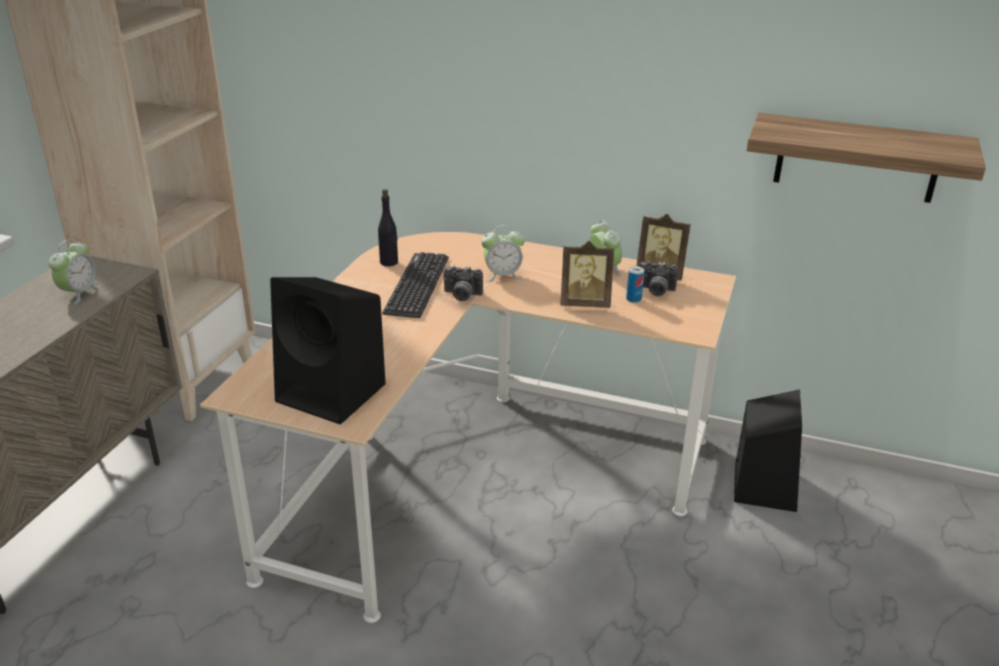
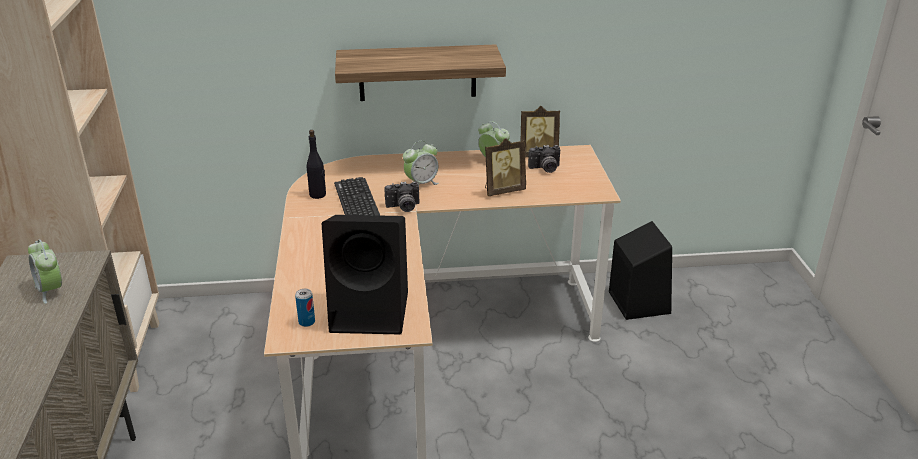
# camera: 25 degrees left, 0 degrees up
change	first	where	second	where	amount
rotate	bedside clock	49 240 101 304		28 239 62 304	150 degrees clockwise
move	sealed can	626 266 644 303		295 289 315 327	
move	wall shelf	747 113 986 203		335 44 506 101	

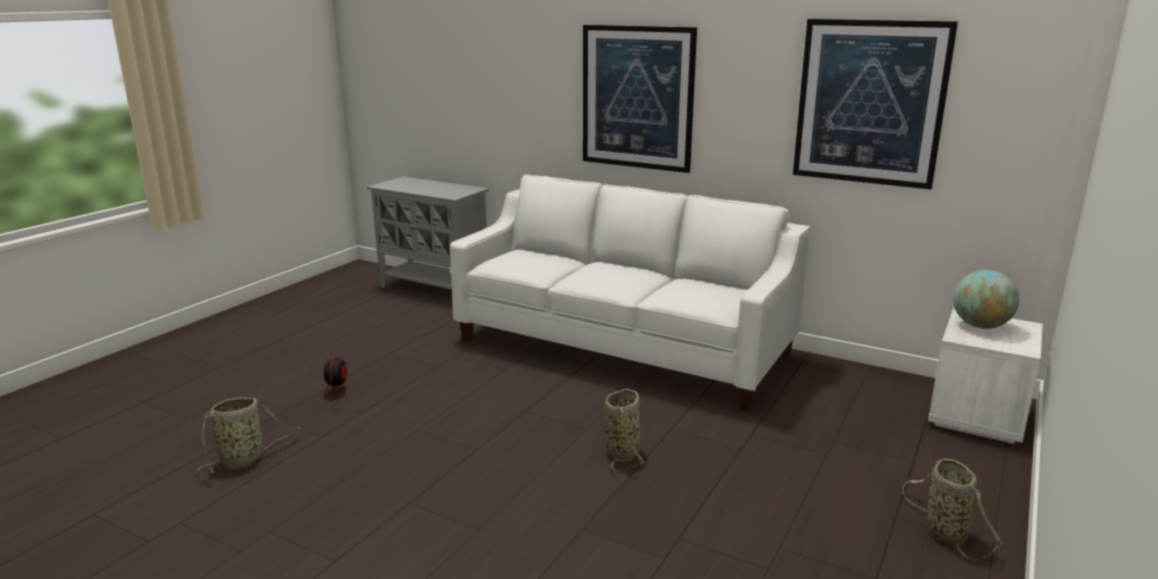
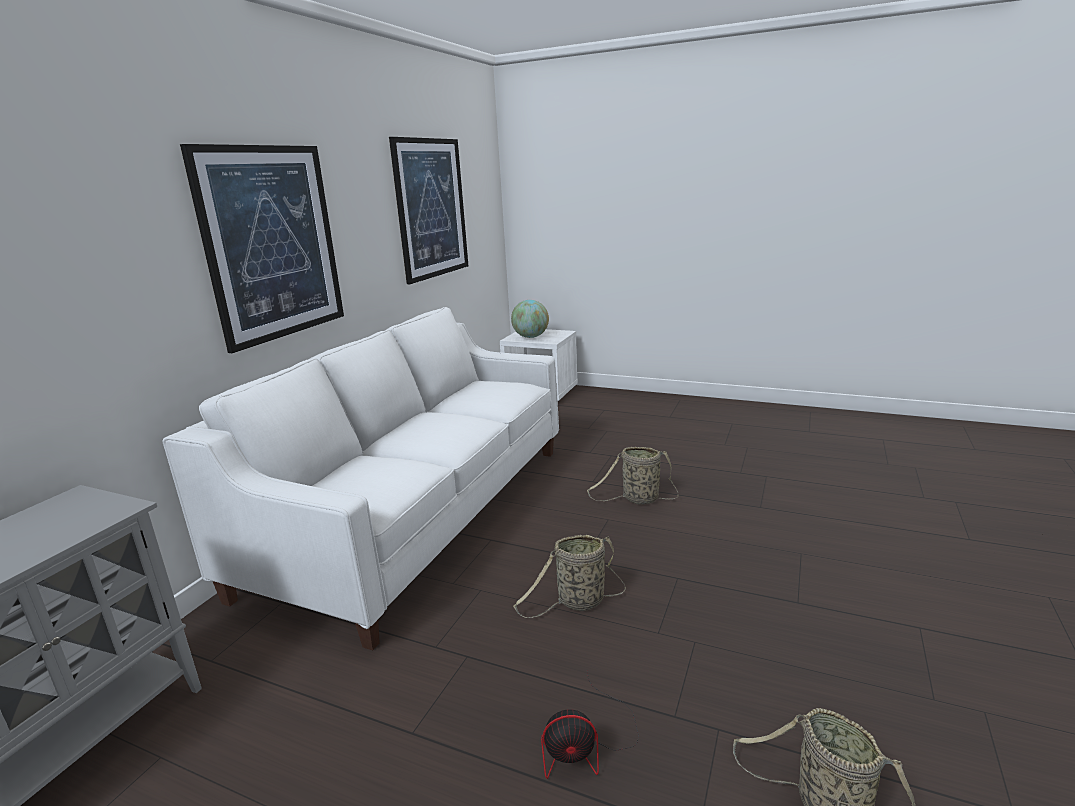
# camera: 95 degrees left, 0 degrees up
change	first	where	second	where	amount
move	basket	902 458 1002 560		513 535 626 618	

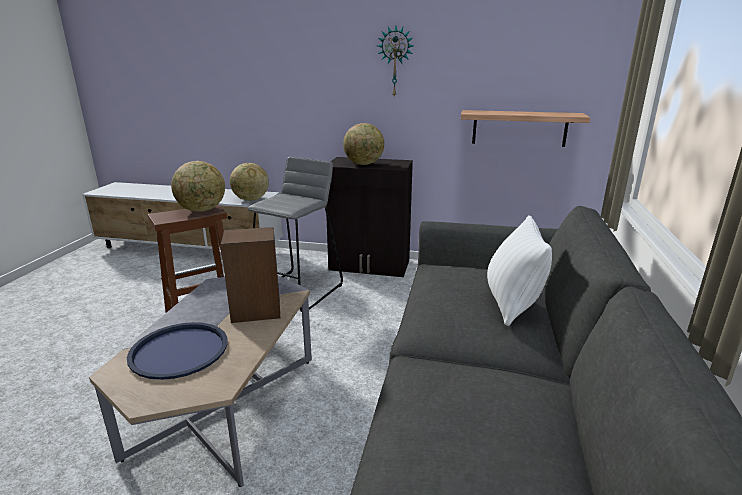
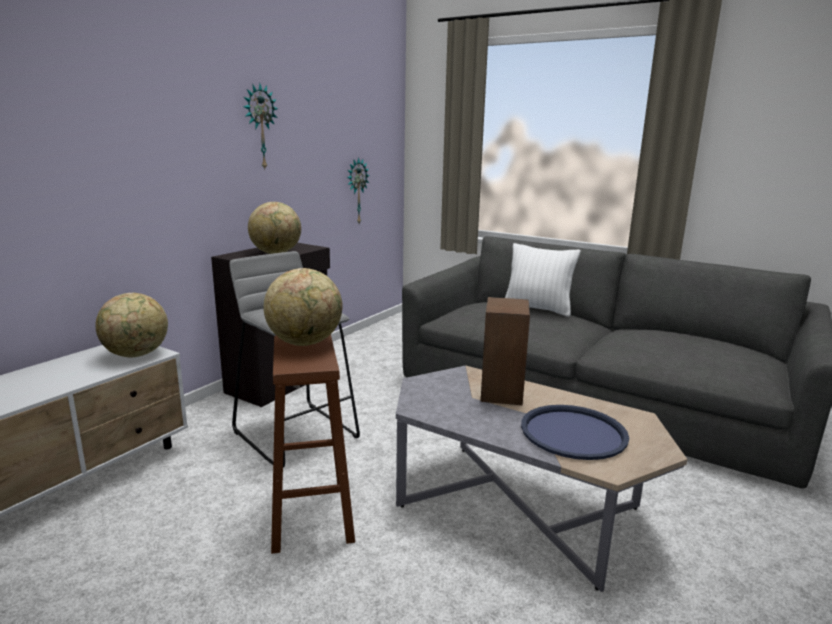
# camera: 70 degrees left, 5 degrees down
change	first	where	second	where	amount
replace	wall shelf	461 110 590 147	clock on the wall	347 157 370 223	

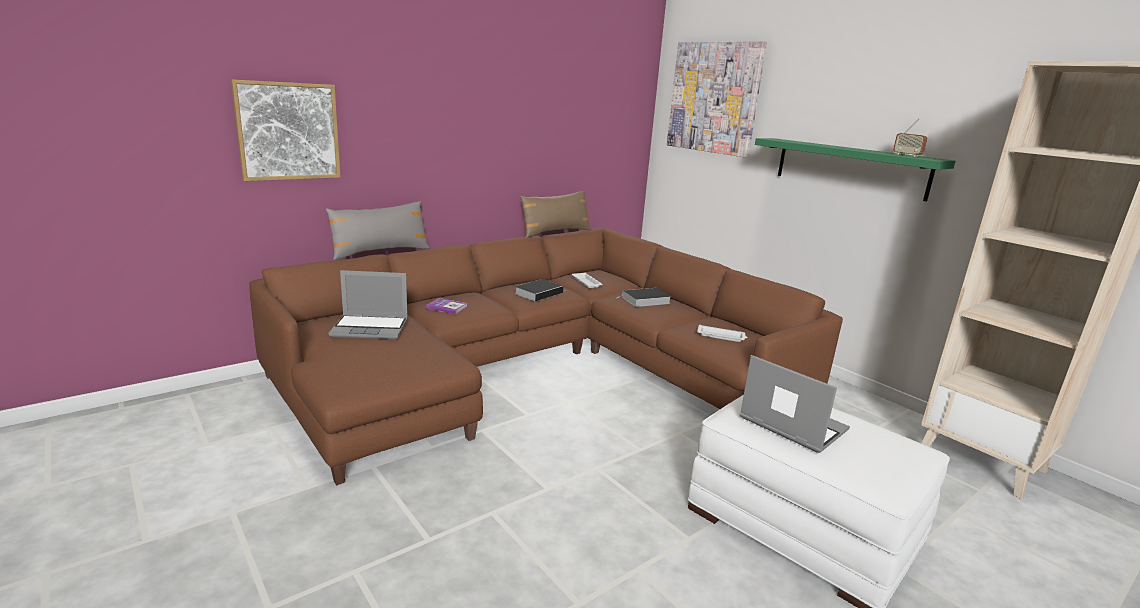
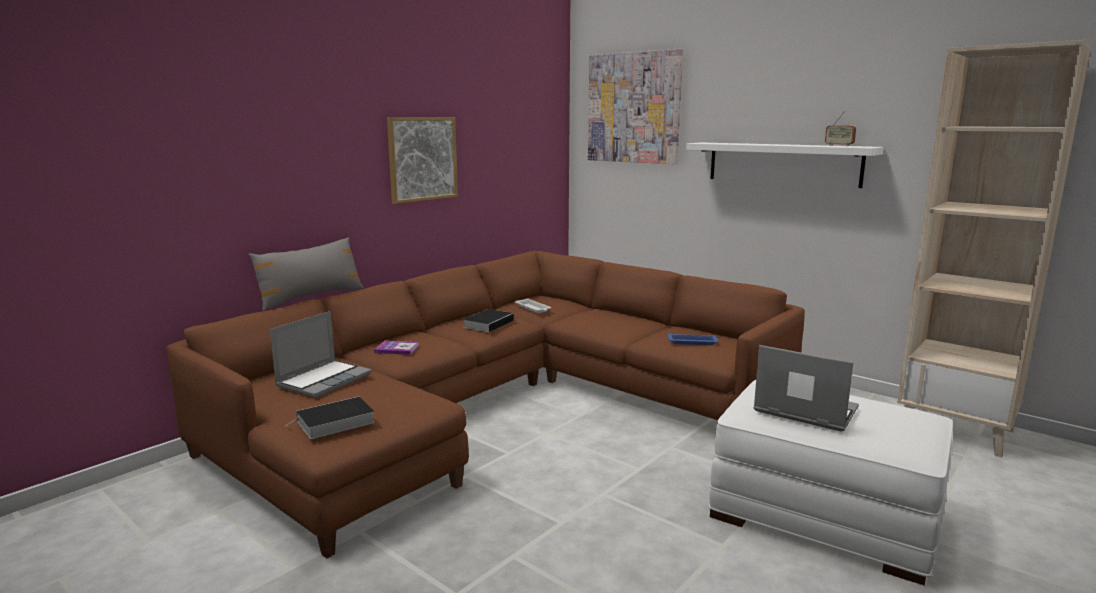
# camera: 10 degrees left, 5 degrees down
change	first	where	second	where	amount
move	wall art	231 79 341 181		387 117 458 204	
rotate	notebook computer	329 270 408 339		270 311 372 398	45 degrees counterclockwise
delete	pillow in brown-coloured	520 190 591 238			
move	volume	616 288 672 307		285 397 375 439	
recolor	serving tray in white	697 325 747 342	serving tray in blue	668 333 719 345	
recolor	wall shelf in green-coloured	755 138 956 202	wall shelf in white	686 142 884 188	

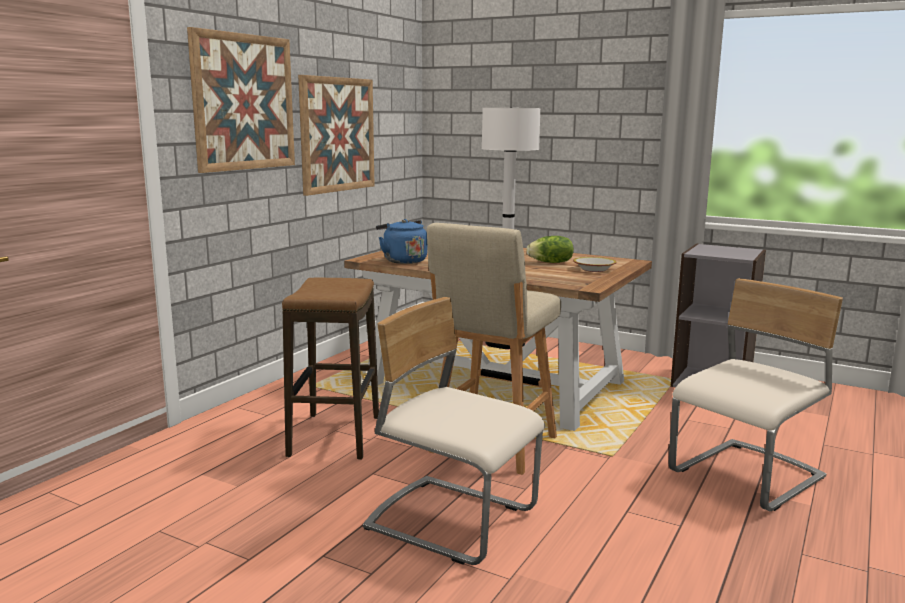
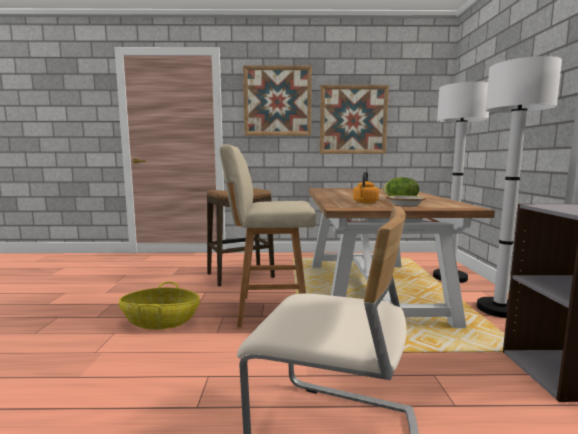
# camera: 60 degrees right, 5 degrees down
change	first	where	second	where	amount
replace	chair in beige-coloured	363 297 545 565	basket	119 281 200 330	
delete	tea kettle in blue	376 219 427 264			
insert			tea kettle in orange	353 171 379 203	
insert			standard lamp in white	476 56 562 318	

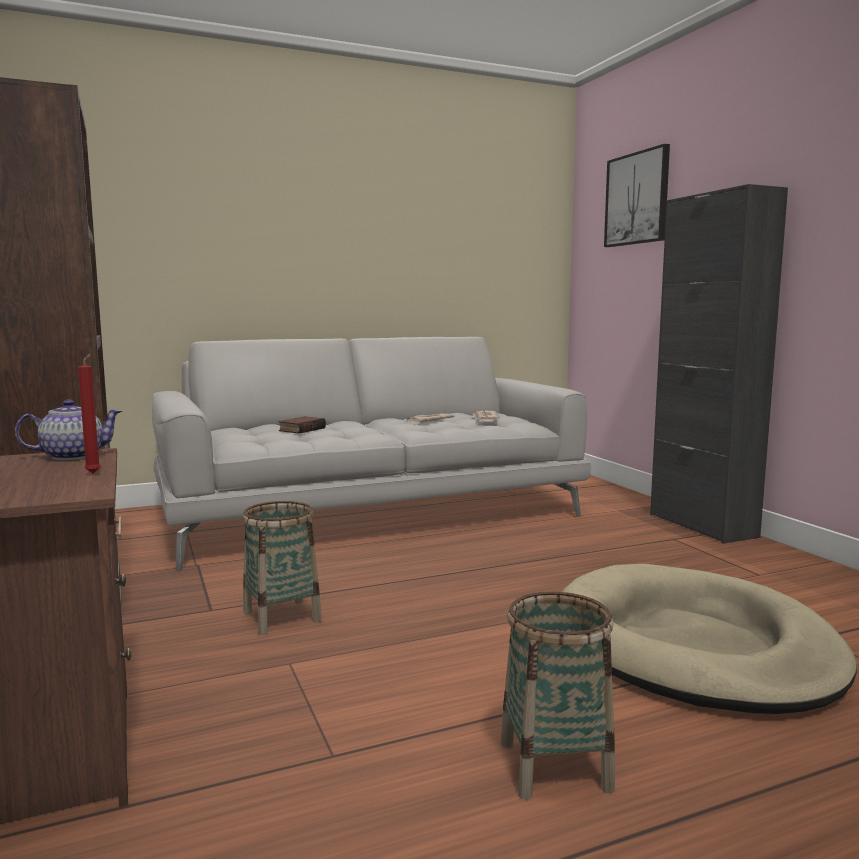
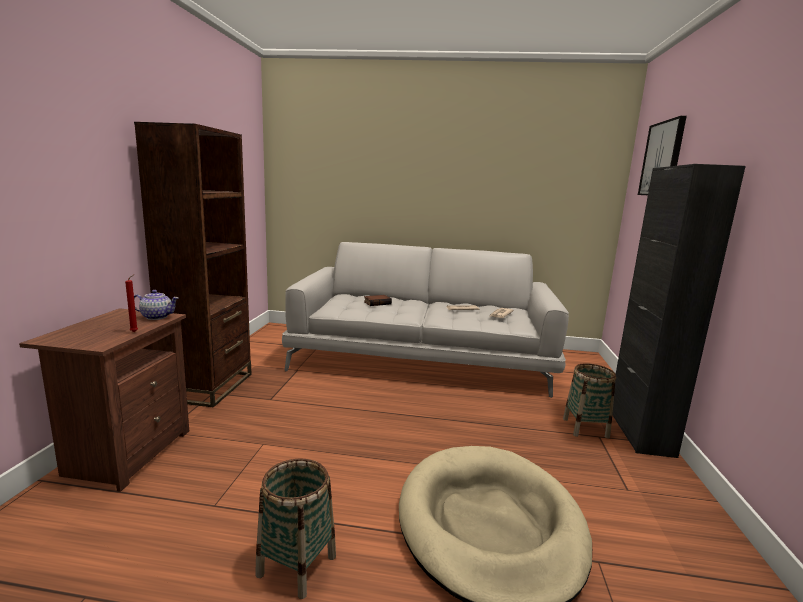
# camera: 30 degrees right, 5 degrees up
change	first	where	second	where	amount
move	basket	242 501 322 635		563 363 616 438	

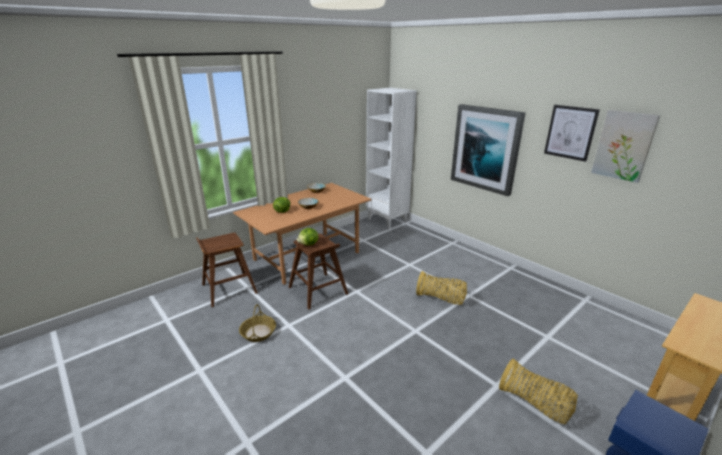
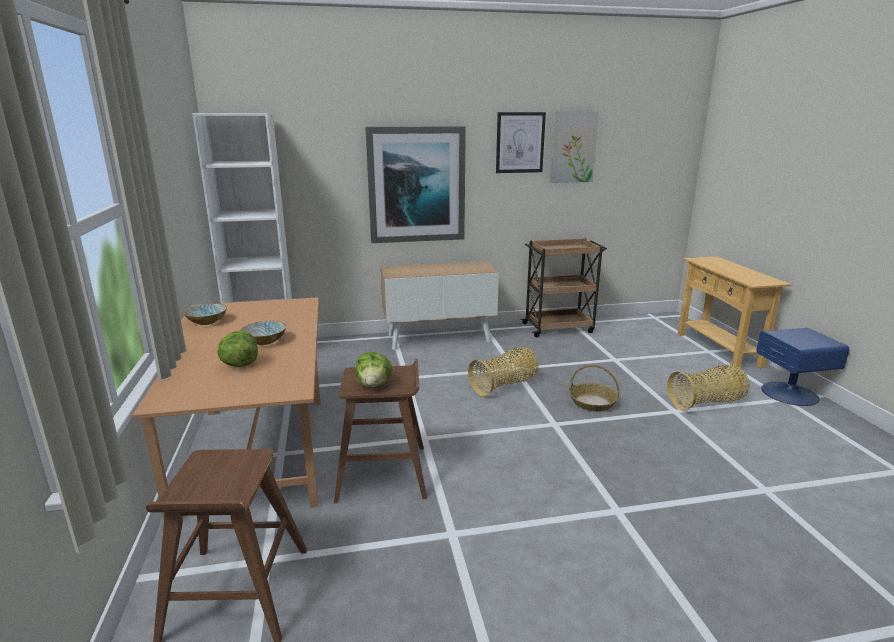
# camera: 60 degrees left, 5 degrees down
change	first	where	second	where	amount
move	basket	239 304 276 342		569 365 619 411	
insert			cupboard	381 261 499 350	
insert			trolley in brown-coloured	520 238 607 337	

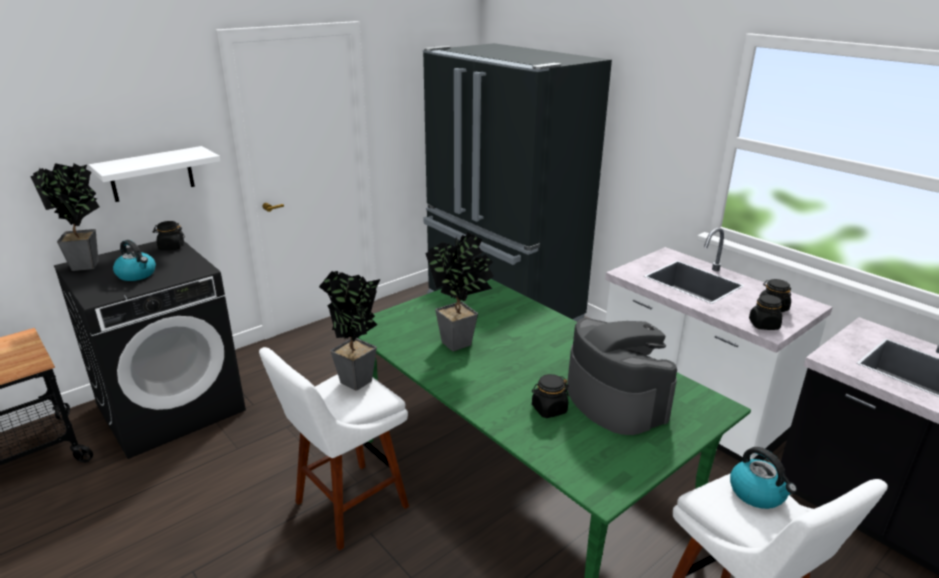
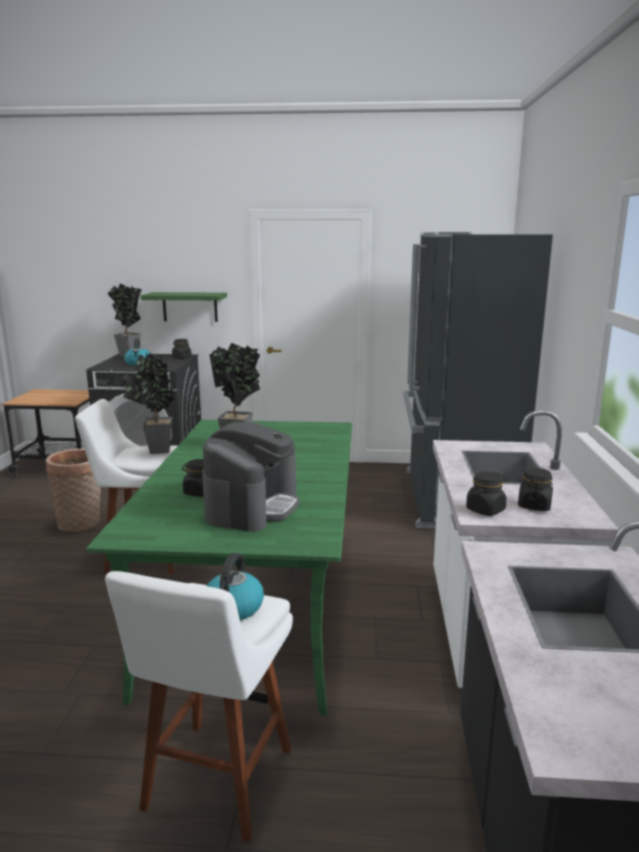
# camera: 45 degrees right, 10 degrees down
change	first	where	second	where	amount
recolor	wall shelf in white	88 146 221 202	wall shelf in green-coloured	141 292 227 322	
insert			basket	46 449 101 532	

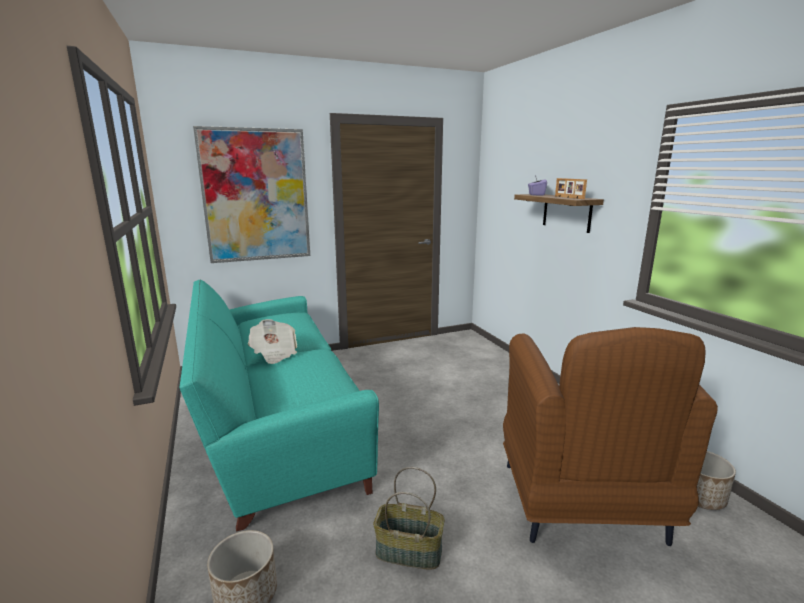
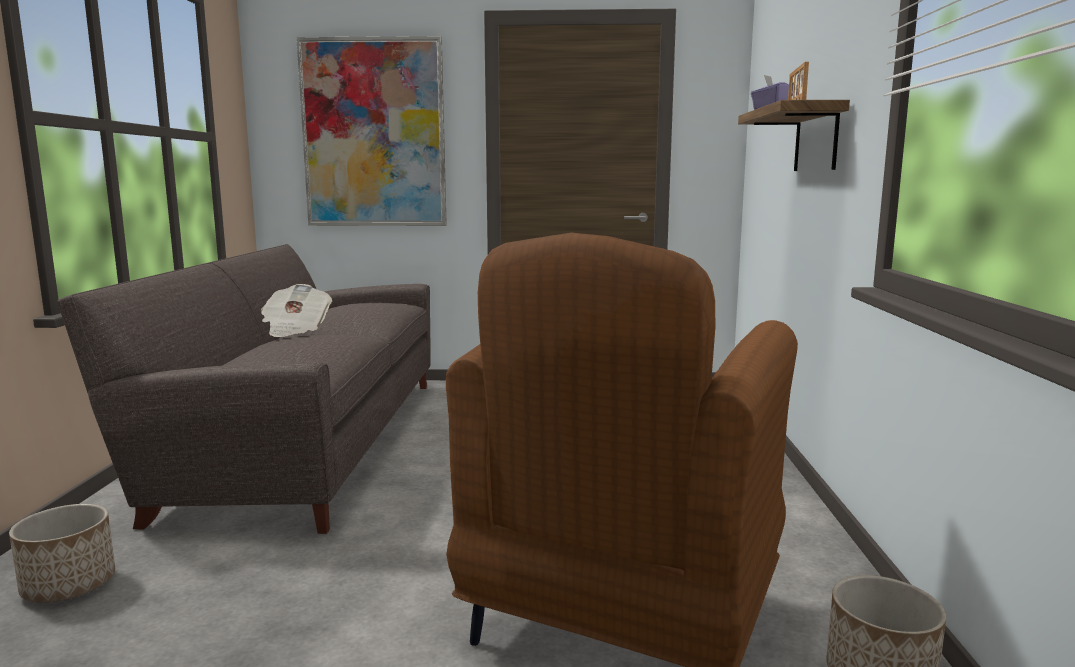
# camera: 25 degrees right, 5 degrees down
change	first	where	second	where	amount
recolor	couch in turquoise-coloured	179 279 379 532	couch in grey	57 244 431 534	
delete	basket	373 467 445 570			

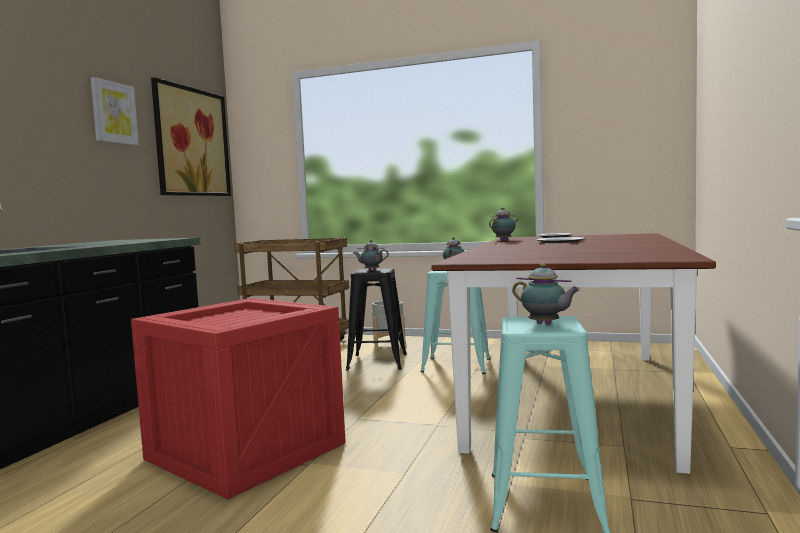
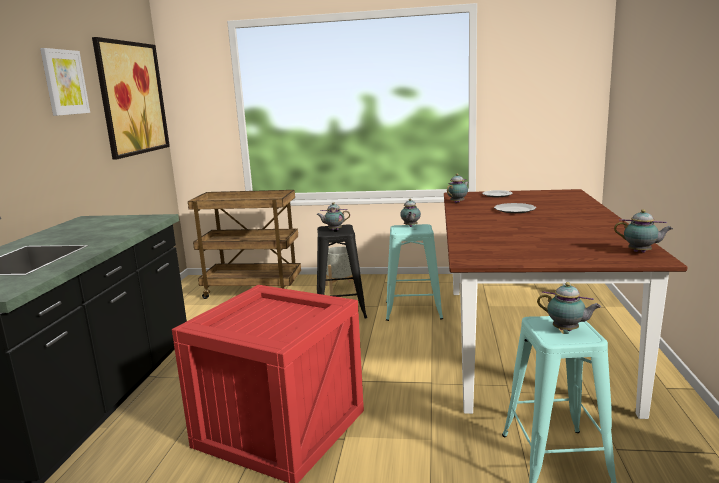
# camera: 10 degrees left, 10 degrees up
change	first	where	second	where	amount
insert			tea pot	614 209 673 253	

